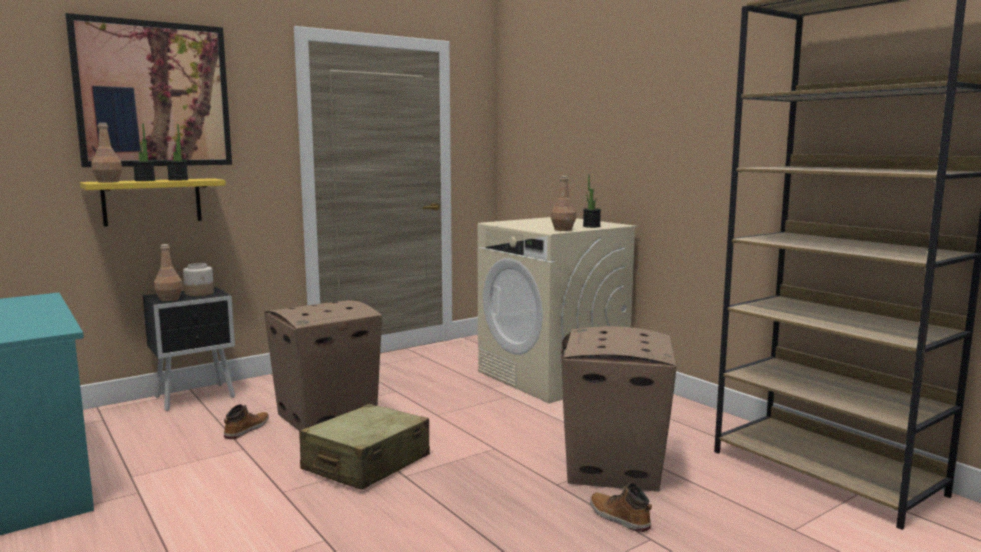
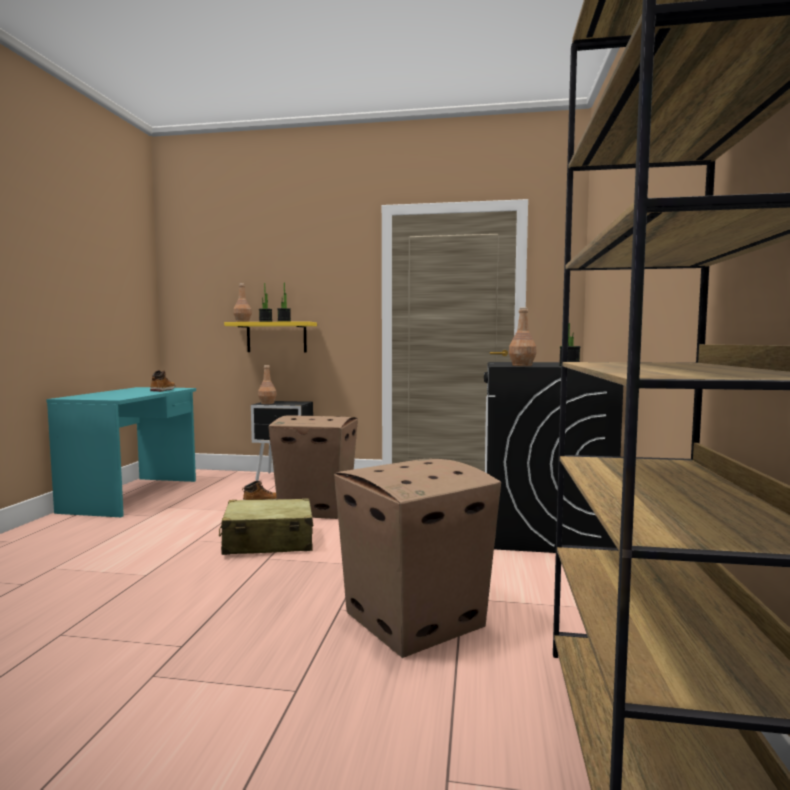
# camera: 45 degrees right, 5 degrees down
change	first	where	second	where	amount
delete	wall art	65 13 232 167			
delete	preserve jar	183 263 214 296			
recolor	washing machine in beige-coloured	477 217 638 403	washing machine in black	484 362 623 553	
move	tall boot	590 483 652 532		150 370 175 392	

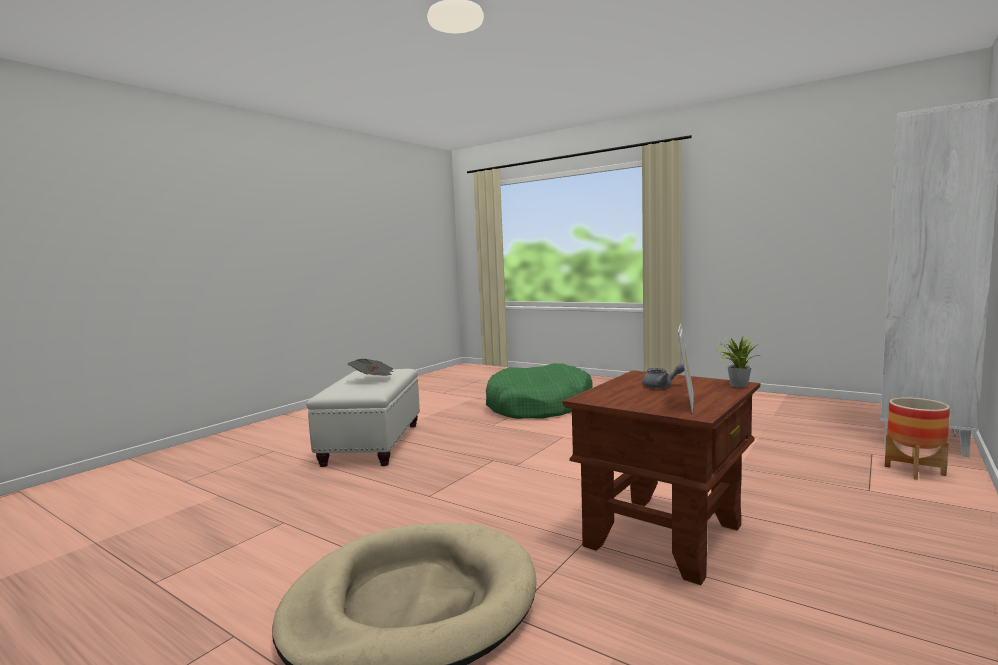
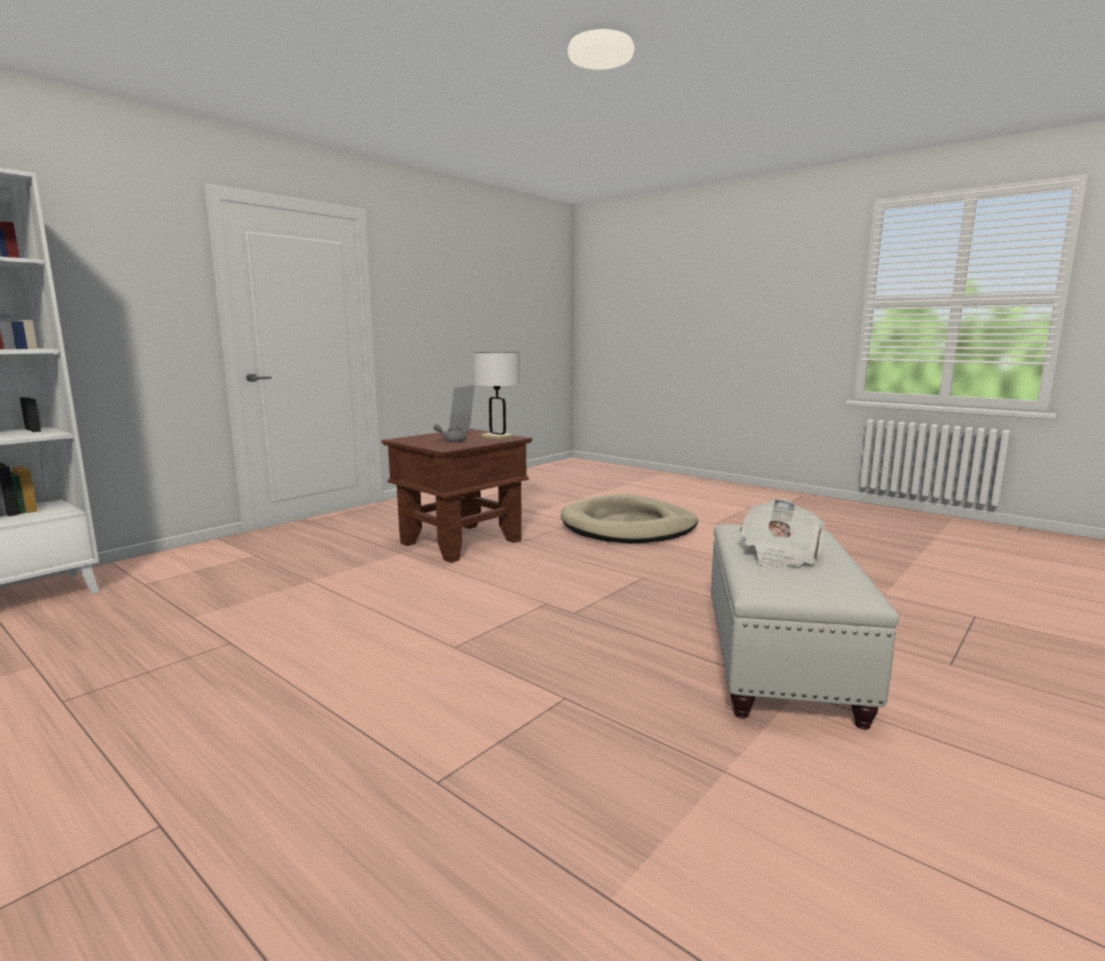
# camera: 175 degrees left, 5 degrees up
change	first	where	second	where	amount
delete	dog cushion in green-coloured	486 363 592 419			
delete	potted plant	717 337 759 388			
delete	planter	885 397 950 480			
insert			tabletop lamp in white	473 352 520 440	

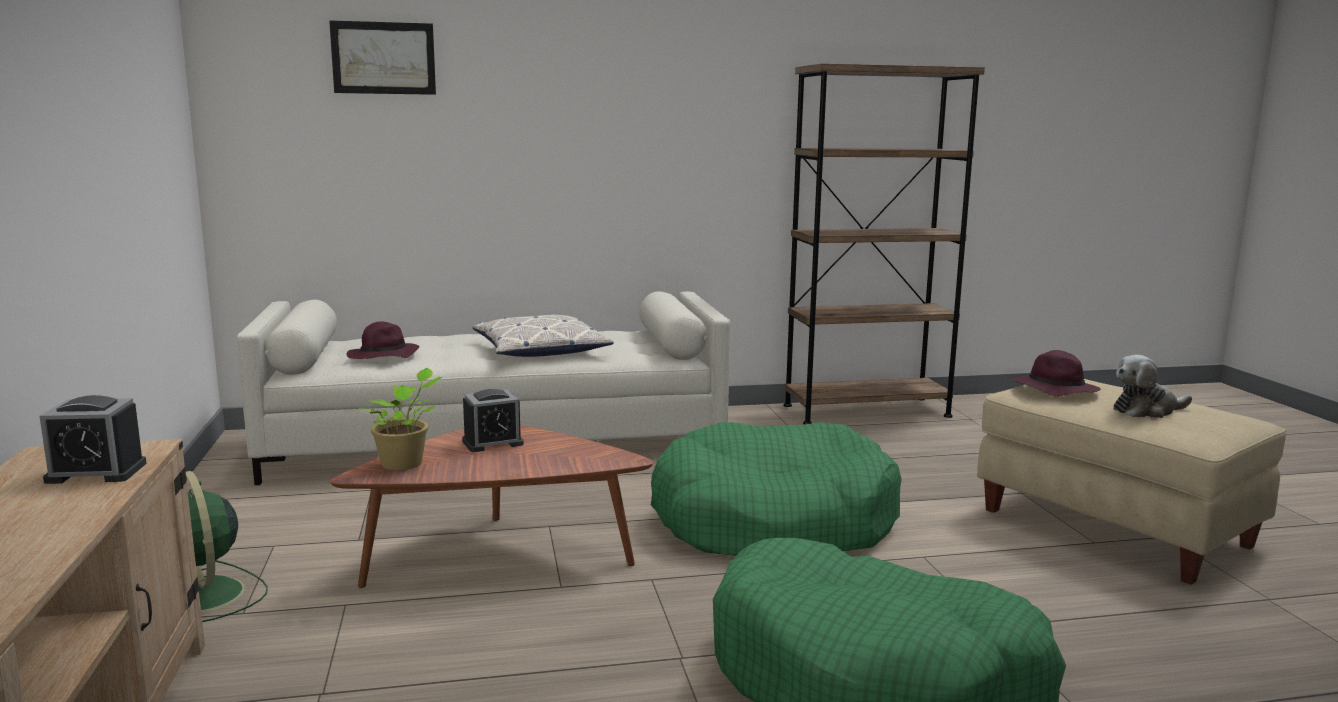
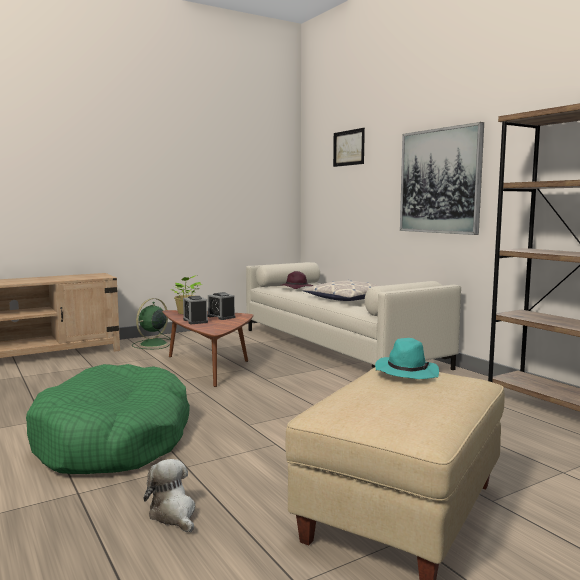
# camera: 70 degrees right, 5 degrees down
change	first	where	second	where	amount
move	bedside clock	39 395 147 484		183 296 208 324	
delete	dog cushion in green-coloured	651 422 902 556			
recolor	clothing hat in purplish	1013 350 1101 396	clothing hat in turquoise-coloured	375 338 439 379	
move	plush toy	1113 355 1192 418		144 459 195 533	
insert			wall art	400 122 484 235	

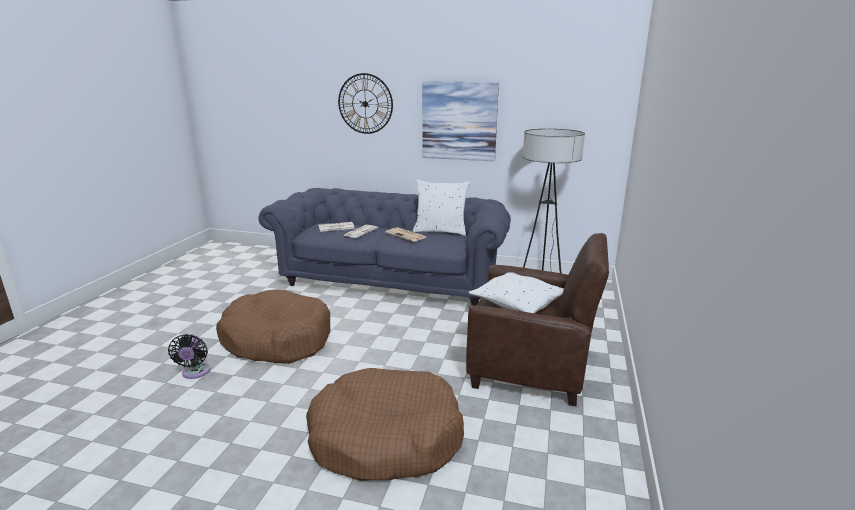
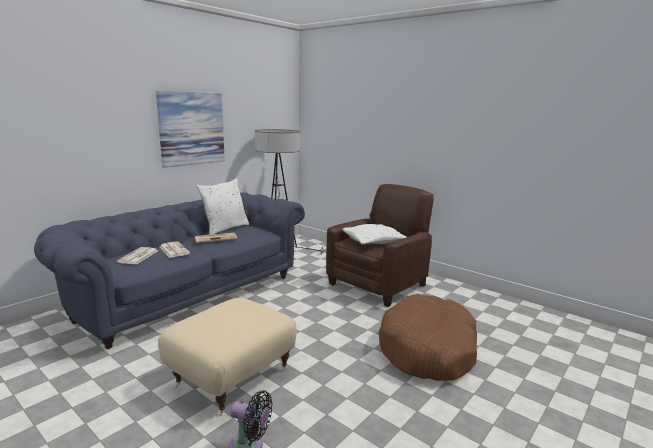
# camera: 65 degrees left, 5 degrees down
change	first	where	second	where	amount
replace	dog cushion in brown-coloured	216 289 330 364	ottoman in beige-coloured	158 298 297 416	
delete	clock on the wall	338 73 393 134			

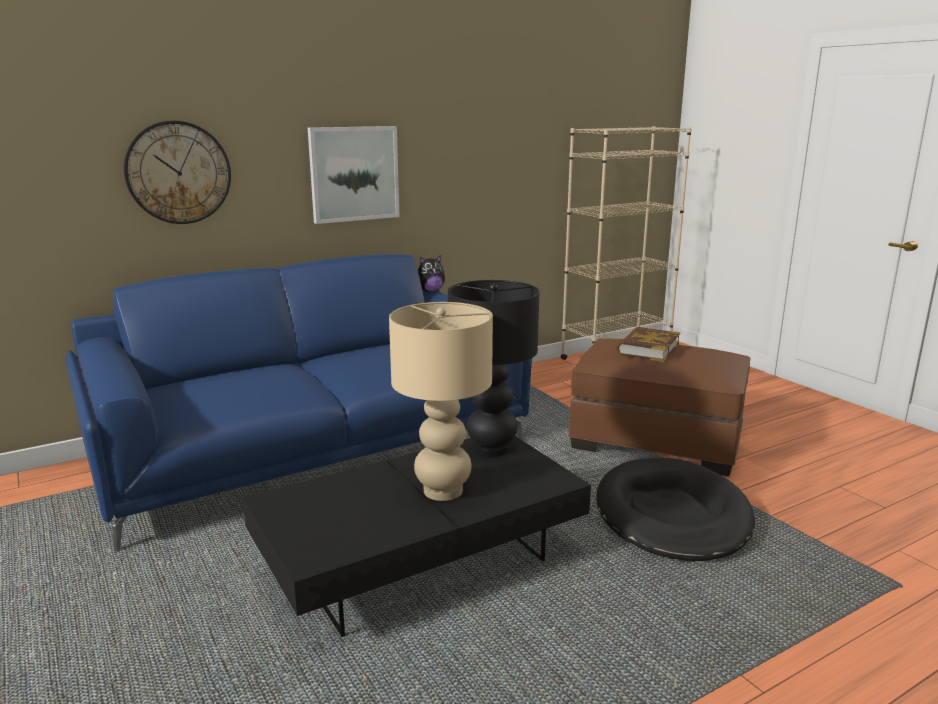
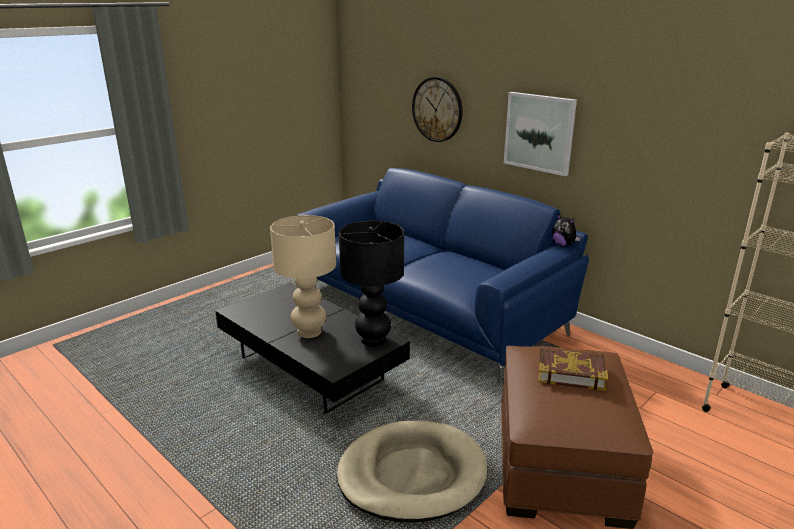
# camera: 75 degrees right, 5 degrees up
change	first	where	second	where	amount
recolor	dog cushion in black	596 458 755 561	dog cushion in beige-coloured	337 421 487 522	

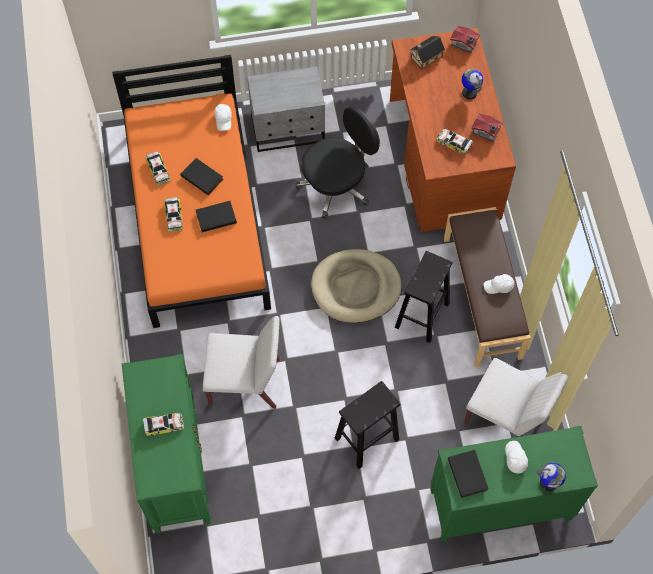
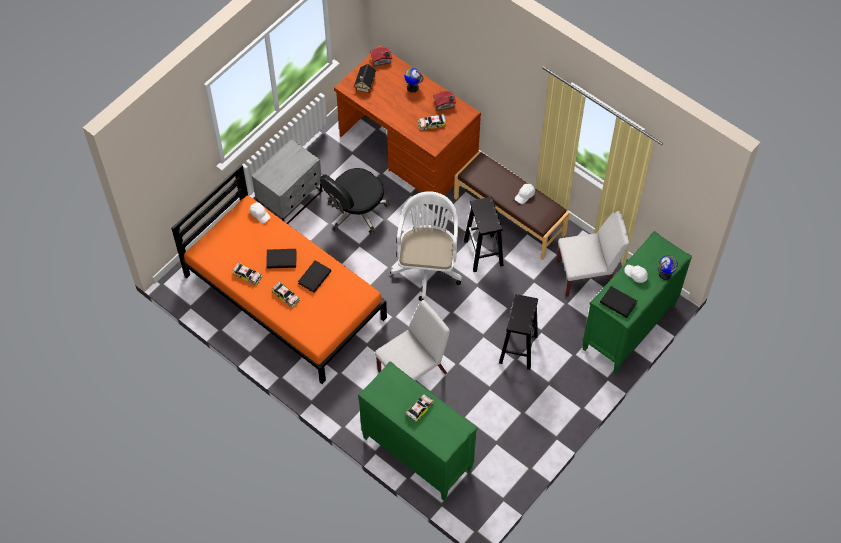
# camera: 40 degrees left, 5 degrees down
change	first	where	second	where	amount
rotate	office chair in black	295 106 380 219		320 168 390 235	150 degrees counterclockwise
replace	dog cushion in beige-coloured	311 249 402 323	office chair in white	390 191 462 301	

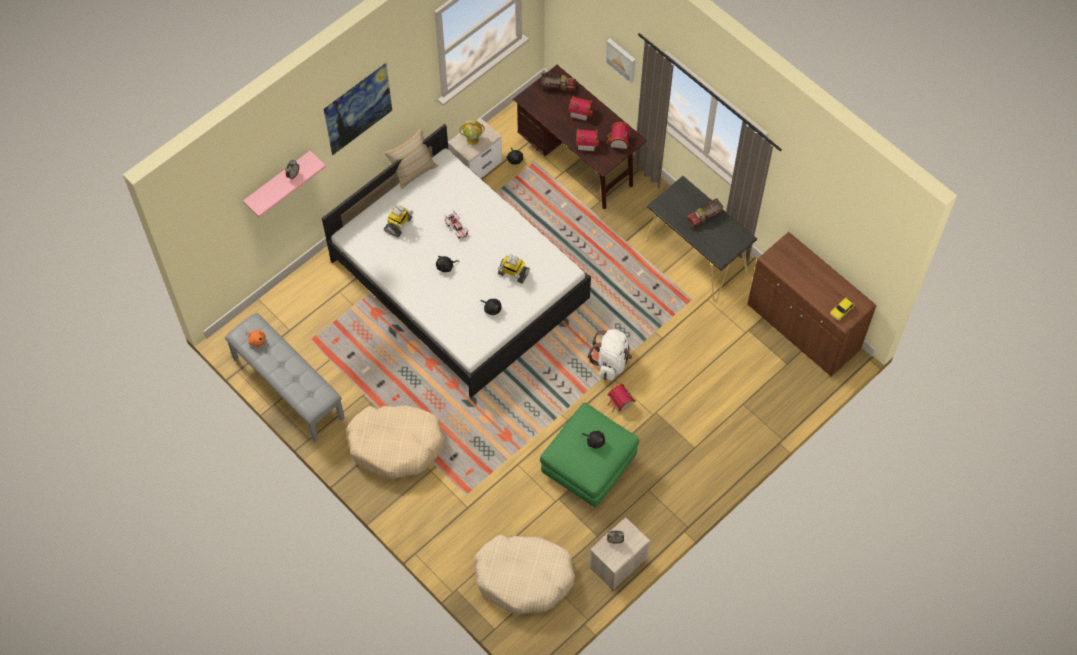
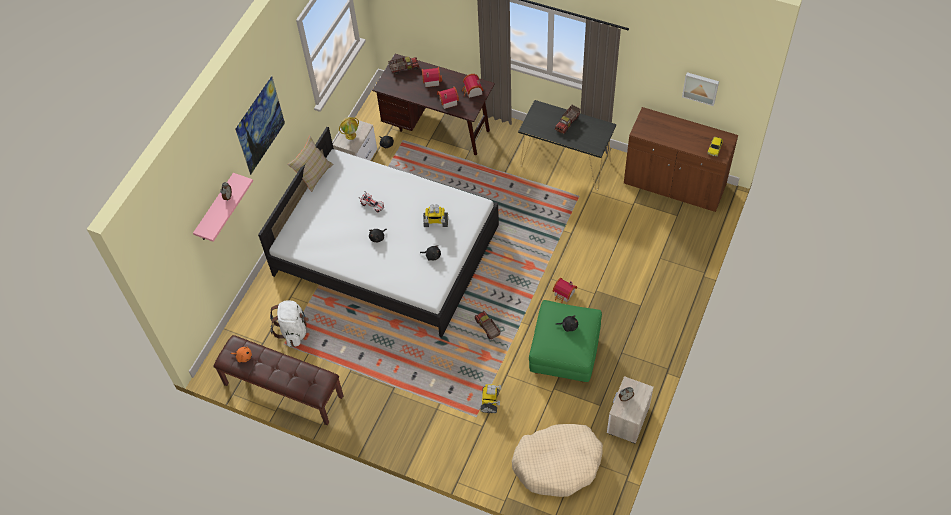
# camera: 20 degrees left, 5 degrees down
change	first	where	second	where	amount
recolor	long seat in grey	225 313 345 442	long seat in brown-coloured	214 335 344 425	
delete	dog cushion in beige-coloured	347 405 444 479			
move	model robot	384 205 413 237		480 384 501 413	
move	knapsack in white	588 329 632 381		270 300 309 347	
move	wall art	605 38 636 84		682 72 719 106	
insert			model truck	475 311 501 340	

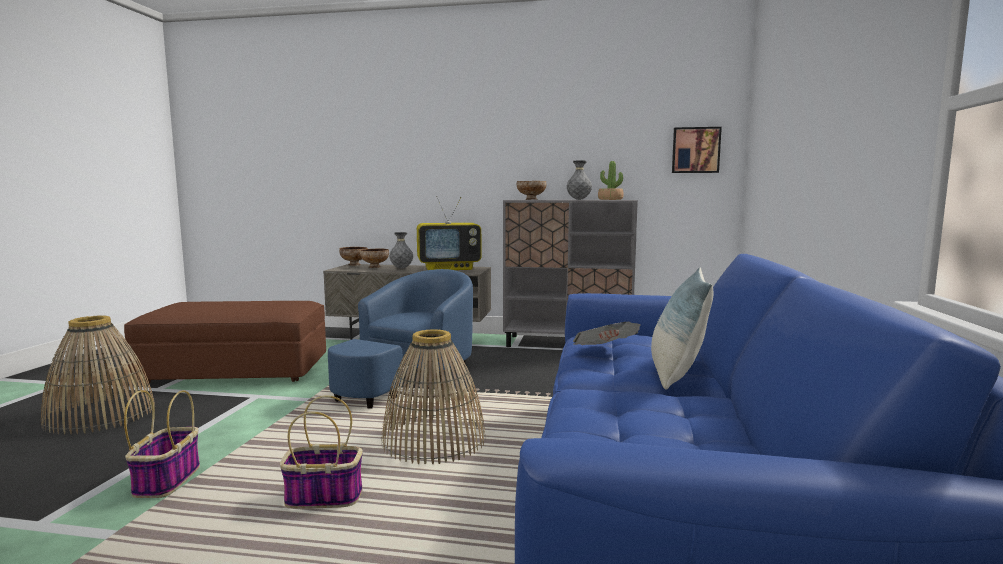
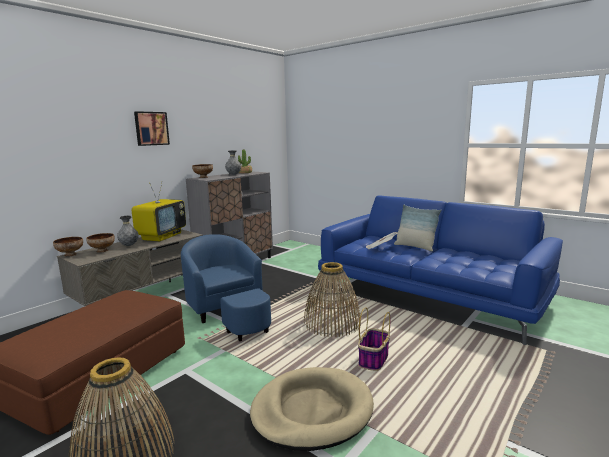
# camera: 60 degrees left, 5 degrees up
change	first	where	second	where	amount
replace	basket	124 390 200 498	dog cushion in beige-coloured	250 367 374 451	
move	wall art	672 127 722 173		134 111 170 146	

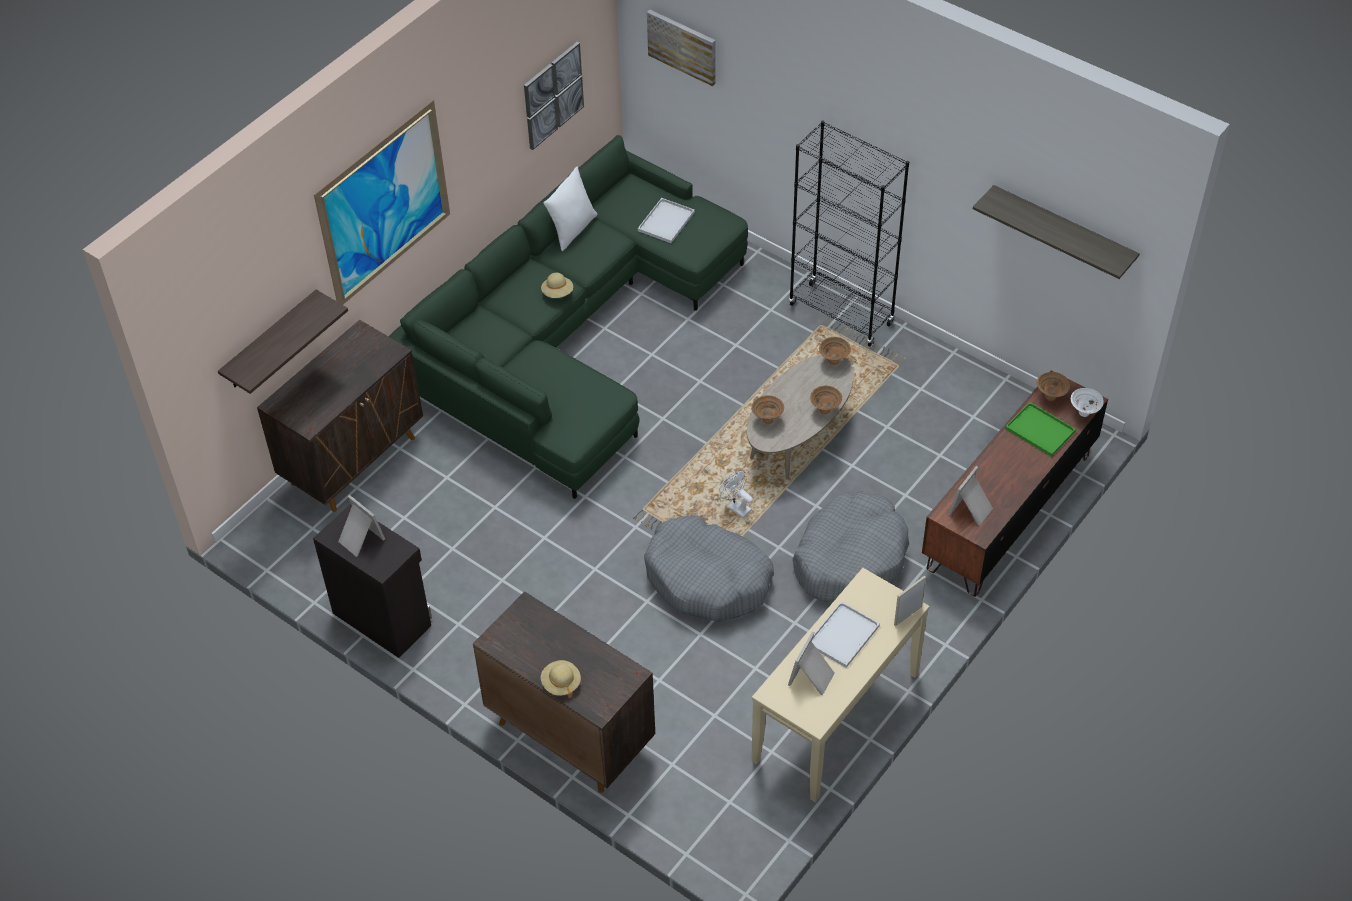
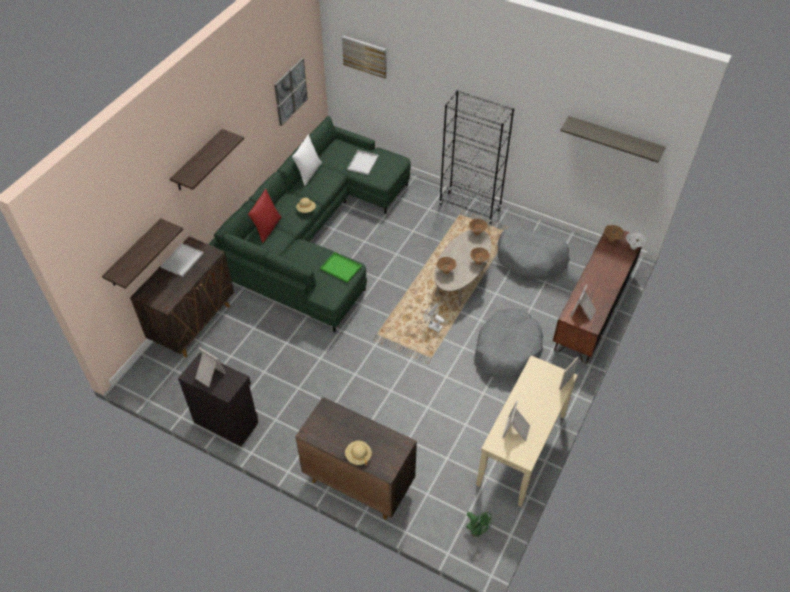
# camera: 10 degrees left, 0 degrees up
change	first	where	second	where	amount
replace	wall art	314 100 450 305	wall shelf	170 129 244 190	
move	dog cushion in grey	644 516 774 622		498 226 570 279	
move	serving tray in white	812 602 880 668		161 243 203 277	
move	serving tray in green-coloured	1005 402 1076 457		320 252 362 283	
insert			pillow in red	248 189 282 243	
insert			fan in green-coloured	466 512 492 538	

